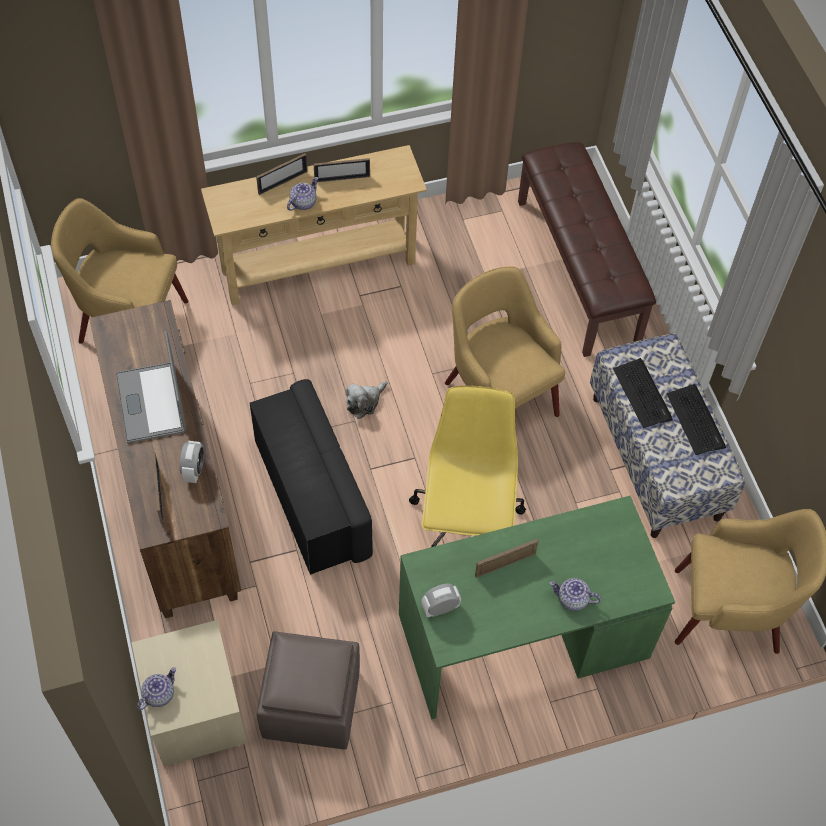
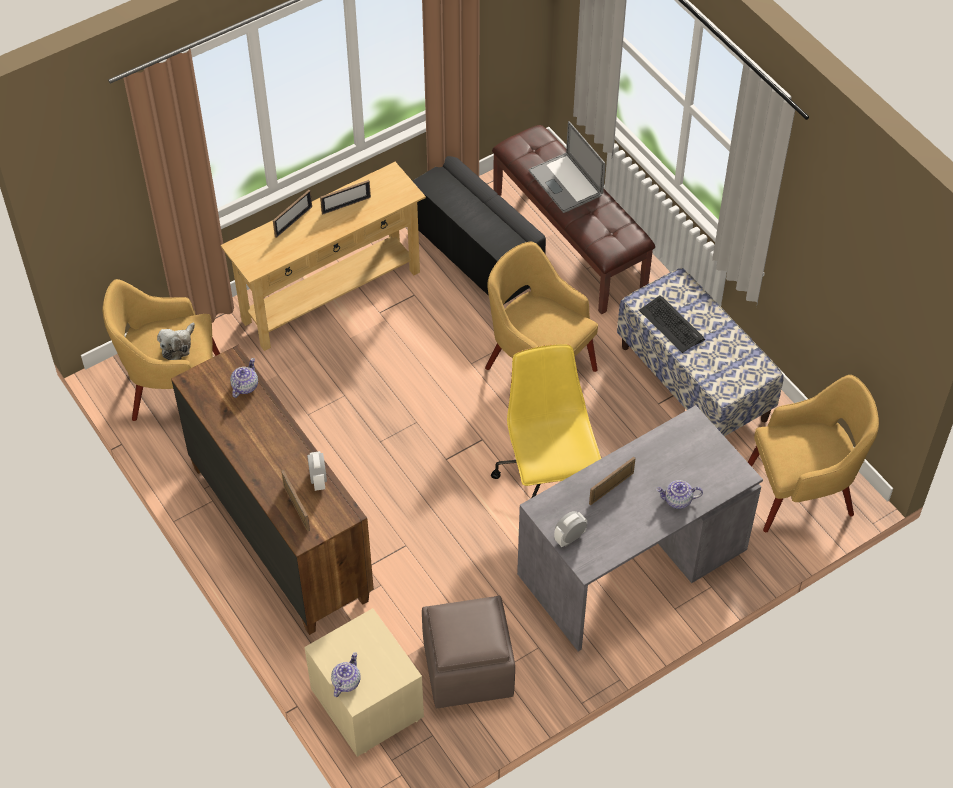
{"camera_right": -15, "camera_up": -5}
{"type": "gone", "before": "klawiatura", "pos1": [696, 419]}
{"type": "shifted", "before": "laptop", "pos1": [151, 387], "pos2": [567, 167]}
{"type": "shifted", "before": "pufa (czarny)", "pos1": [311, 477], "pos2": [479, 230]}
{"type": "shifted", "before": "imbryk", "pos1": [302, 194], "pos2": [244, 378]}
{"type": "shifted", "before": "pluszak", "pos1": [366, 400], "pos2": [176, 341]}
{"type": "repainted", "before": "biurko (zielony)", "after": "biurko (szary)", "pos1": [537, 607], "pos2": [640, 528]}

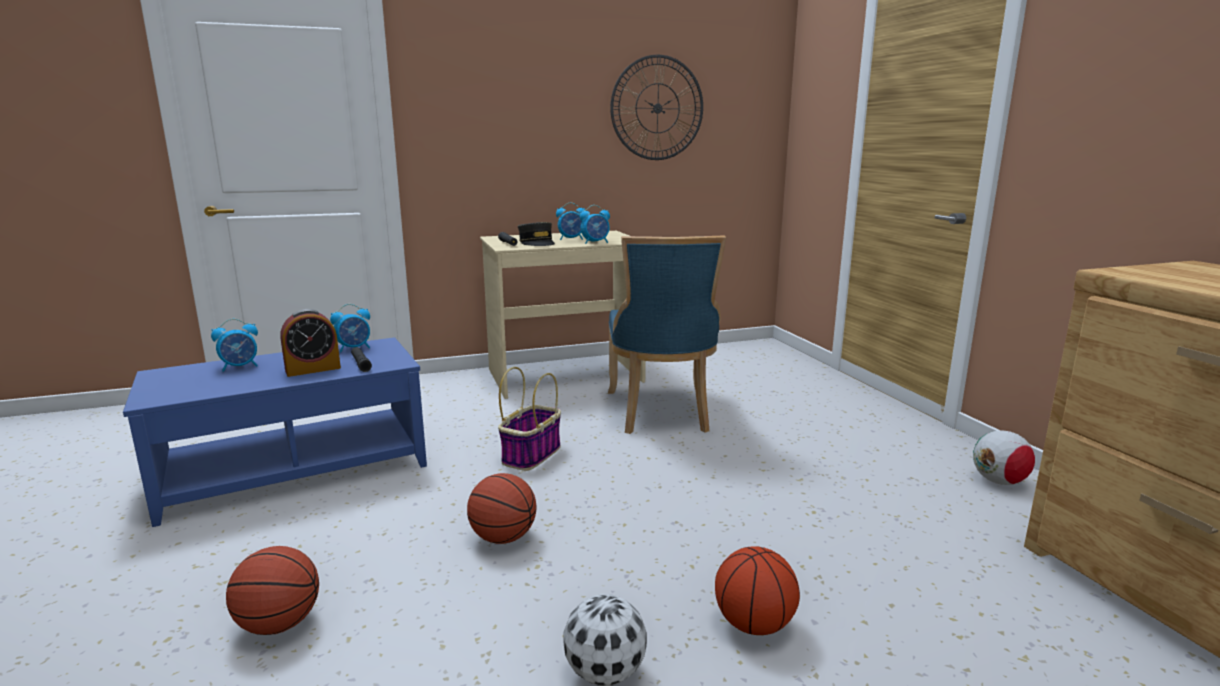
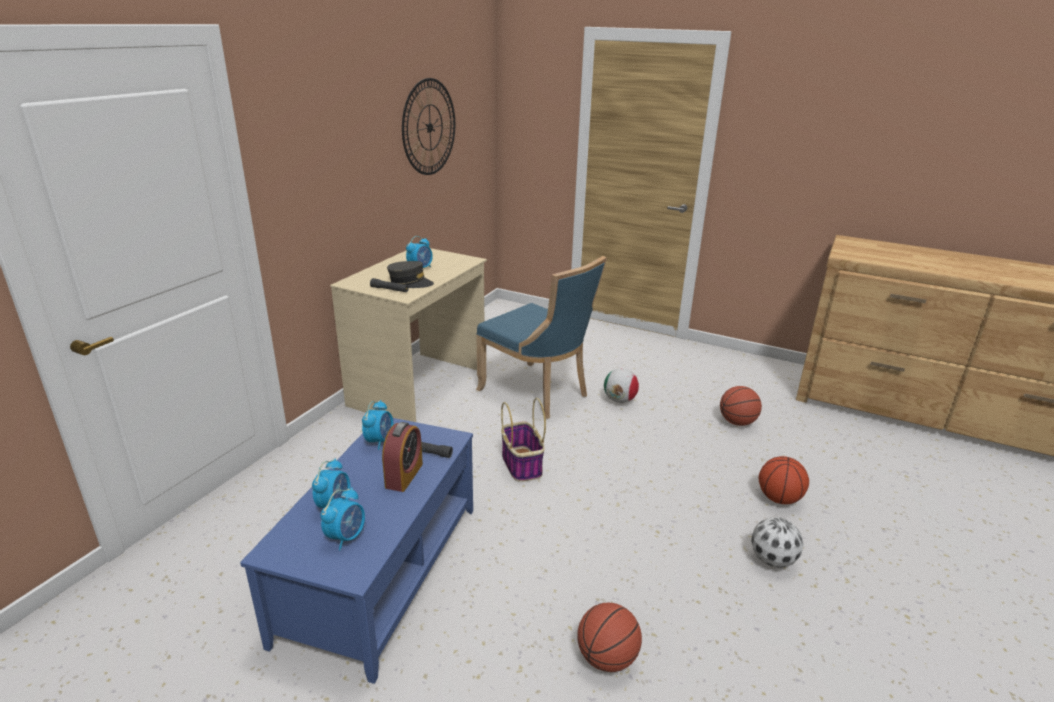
{"camera_right": -45, "camera_up": 10}
{"type": "shifted", "before": "piłka do koszykówki", "pos1": [502, 508], "pos2": [741, 406]}
{"type": "shifted", "before": "budzik", "pos1": [595, 224], "pos2": [342, 518]}
{"type": "shifted", "before": "piłka futbolowa", "pos1": [1004, 457], "pos2": [621, 385]}

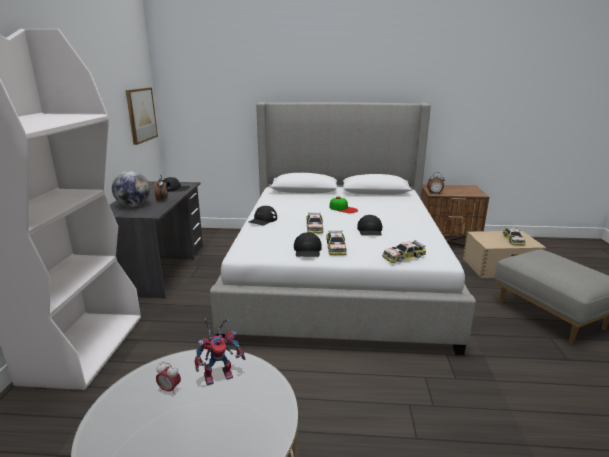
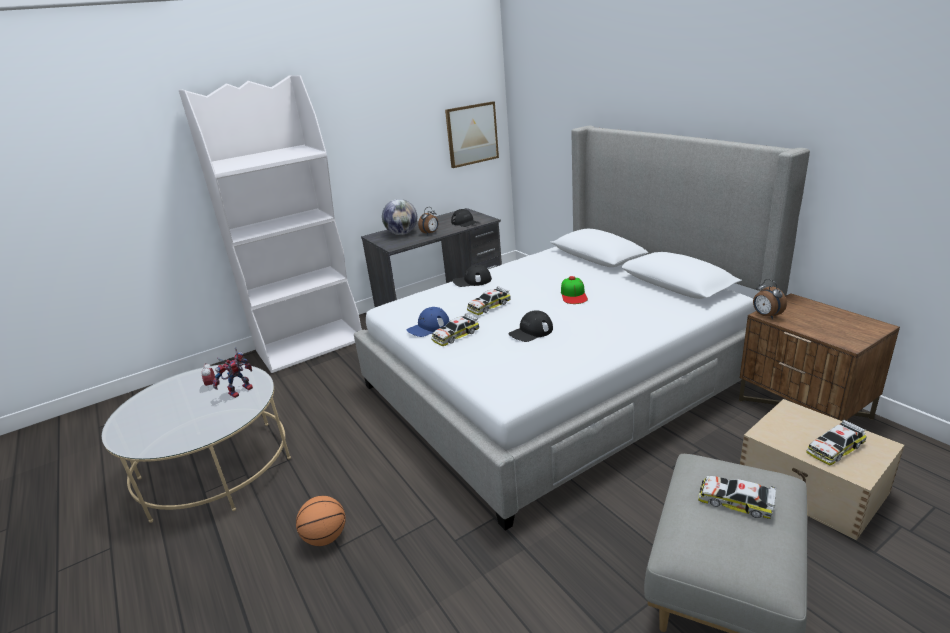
{"camera_right": 55, "camera_up": 5}
{"type": "new", "after": "piłka do koszykówki", "pos2": [321, 521]}
{"type": "shifted", "before": "samochodzik", "pos1": [404, 251], "pos2": [737, 497]}
{"type": "repainted", "before": "czapka z daszkiem (czarny)", "after": "czapka z daszkiem (niebieski)", "pos1": [308, 244], "pos2": [427, 322]}
{"type": "rotated", "before": "robot zabawkowy", "pos1": [220, 351], "pos2": [233, 373], "turn": 105}

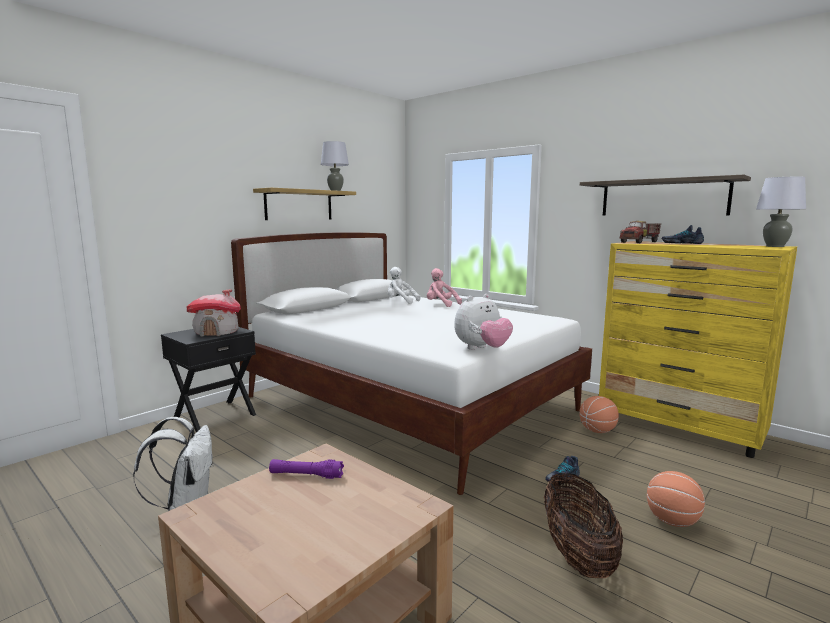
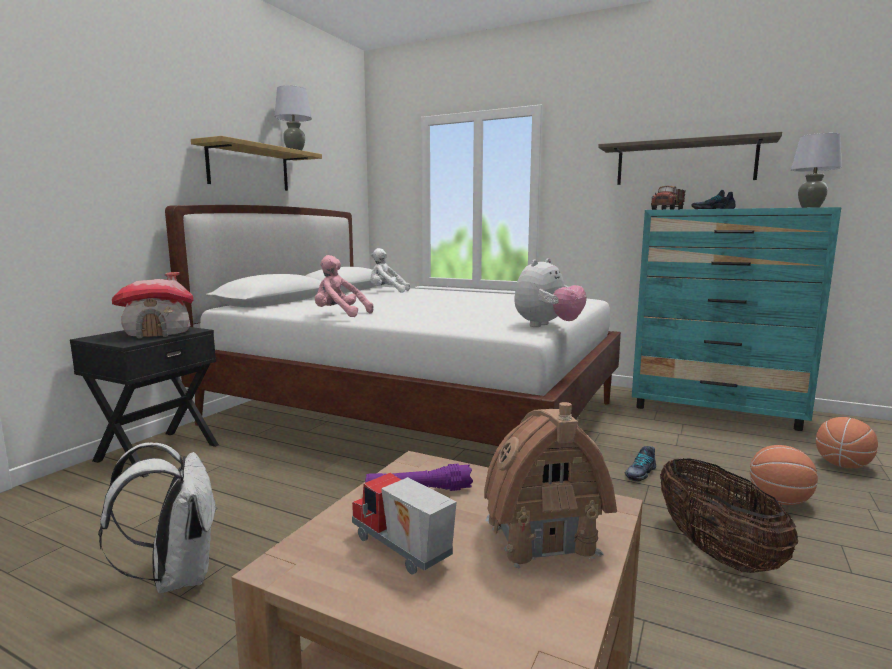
{"camera_right": -15, "camera_up": 0}
{"type": "new", "after": "ciężarówka zabawkowa", "pos2": [404, 524]}
{"type": "new", "after": "domek", "pos2": [550, 485]}
{"type": "shifted", "before": "pluszak (różowy)", "pos1": [444, 287], "pos2": [344, 286]}
{"type": "shifted", "before": "piłka do koszykówki", "pos1": [599, 414], "pos2": [847, 442]}
{"type": "repainted", "before": "komoda (żółty)", "after": "komoda (turkusowy)", "pos1": [698, 349], "pos2": [737, 319]}

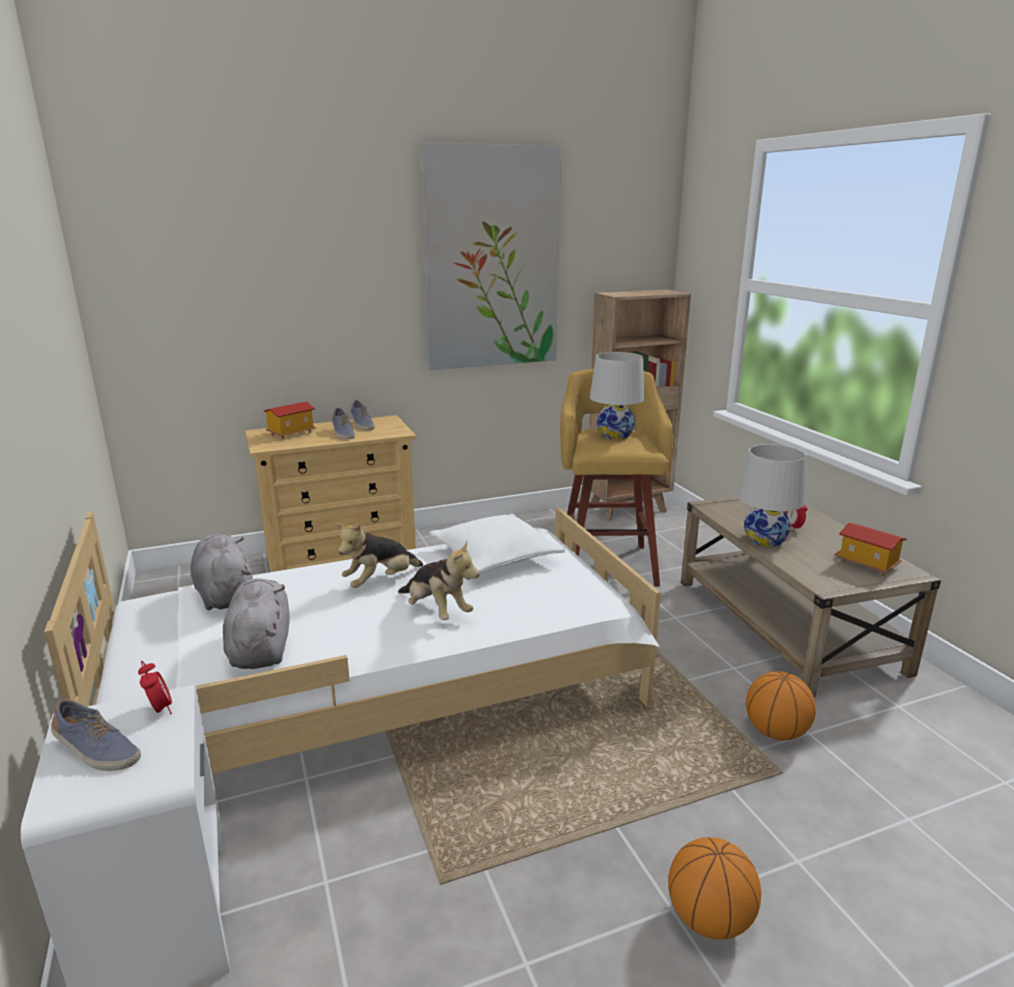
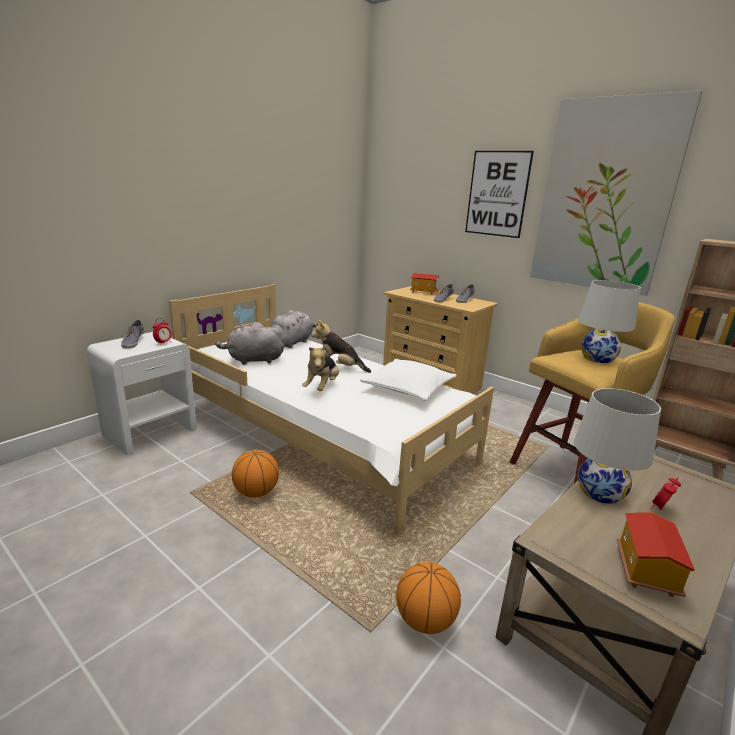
{"camera_right": 60, "camera_up": 0}
{"type": "new", "after": "obraz", "pos2": [499, 194]}
{"type": "shifted", "before": "piłka do koszykówki", "pos1": [714, 888], "pos2": [255, 474]}
{"type": "rotated", "before": "pluszak (szary)", "pos1": [256, 623], "pos2": [250, 343], "turn": -150}

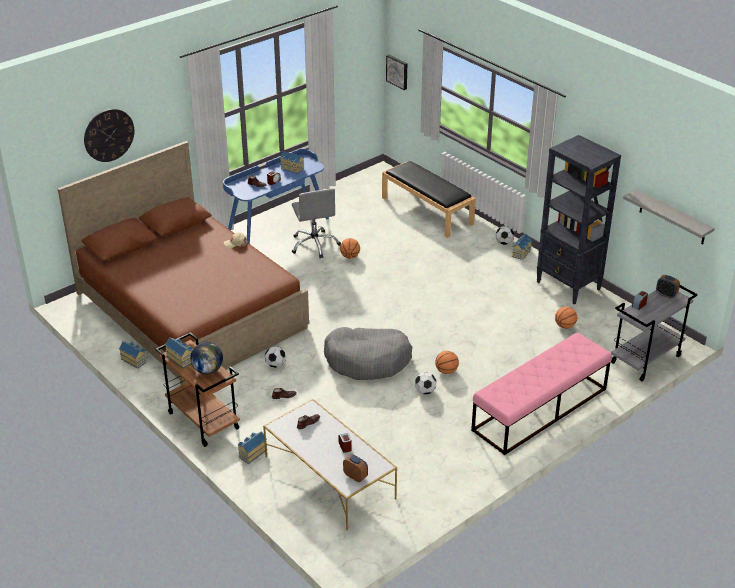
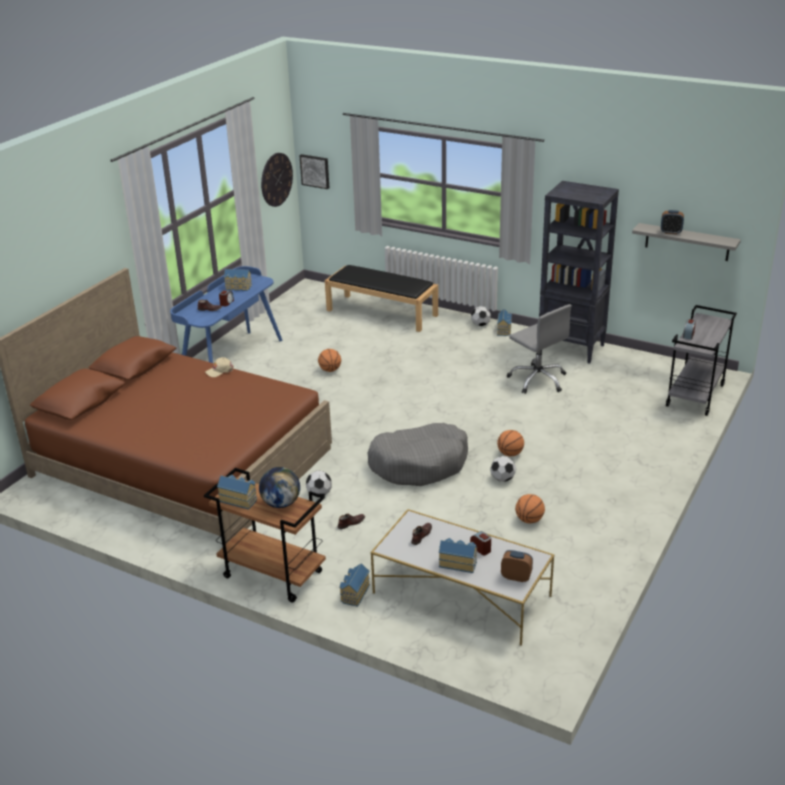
{"camera_right": -20, "camera_up": -5}
{"type": "gone", "before": "ławka (różowy)", "pos1": [541, 393]}
{"type": "shifted", "before": "zegar ścienny", "pos1": [109, 135], "pos2": [277, 180]}
{"type": "shifted", "before": "domek", "pos1": [133, 355], "pos2": [458, 555]}
{"type": "shifted", "before": "krzesło biurowe (szary)", "pos1": [316, 223], "pos2": [539, 349]}
{"type": "shifted", "before": "piłka do koszykówki", "pos1": [566, 318], "pos2": [530, 508]}
{"type": "shifted", "before": "budzik", "pos1": [668, 286], "pos2": [672, 222]}

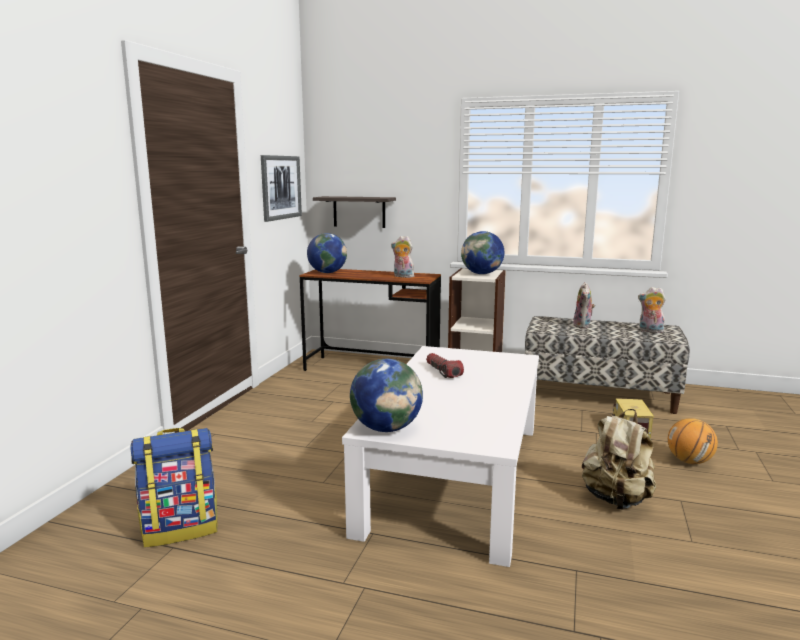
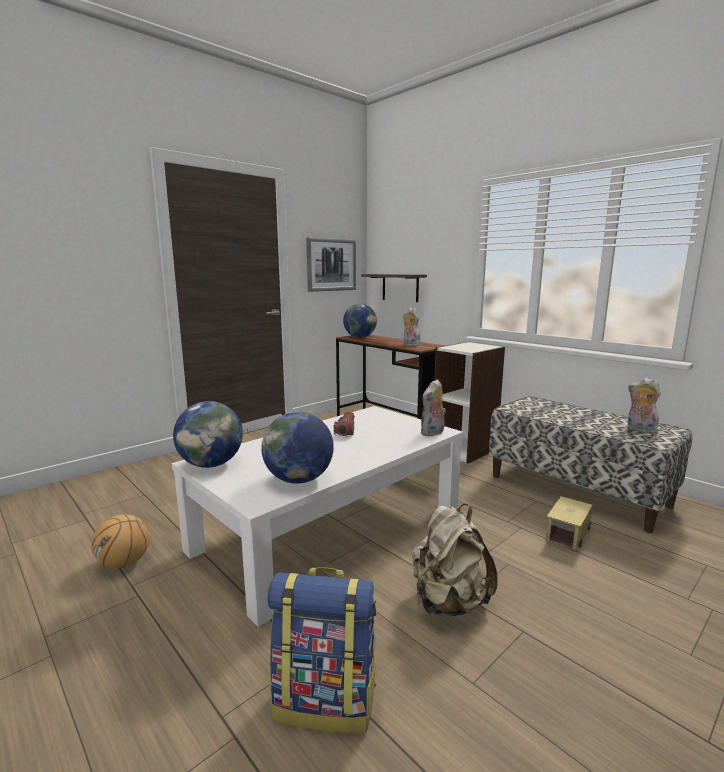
{"camera_right": 30, "camera_up": 0}
{"type": "shifted", "before": "plecak", "pos1": [173, 488], "pos2": [322, 650]}
{"type": "shifted", "before": "globus", "pos1": [482, 252], "pos2": [298, 448]}
{"type": "shifted", "before": "pluszak", "pos1": [584, 305], "pos2": [433, 408]}
{"type": "shifted", "before": "piłka do koszykówki", "pos1": [693, 441], "pos2": [120, 541]}

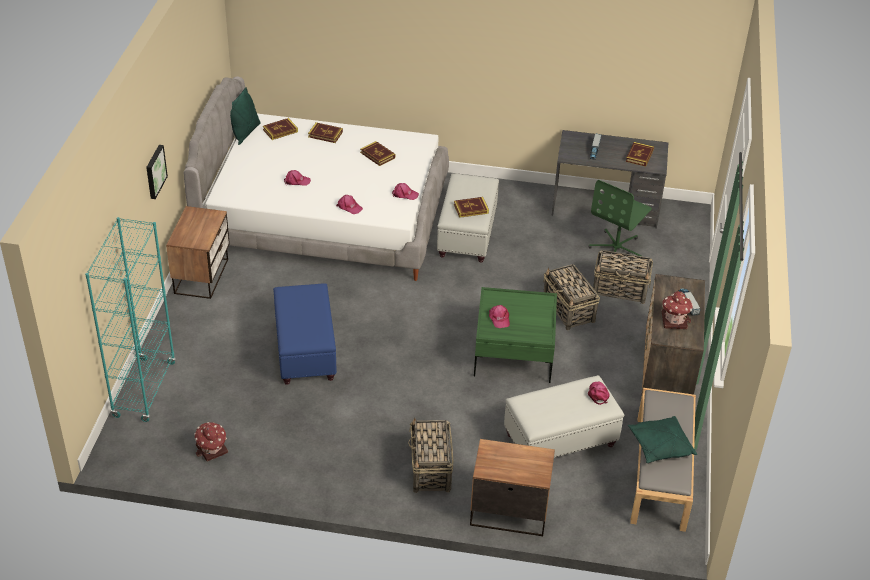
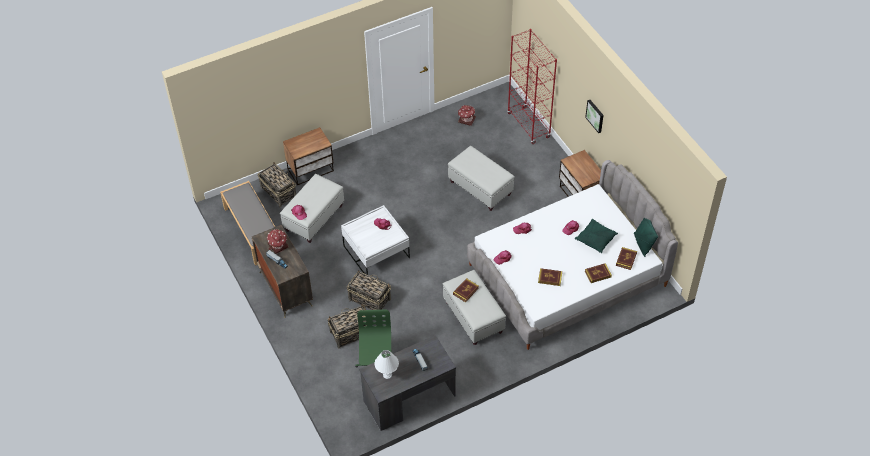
{"camera_right": 145, "camera_up": 10}
{"type": "shifted", "before": "koszyk", "pos1": [430, 455], "pos2": [277, 185]}
{"type": "shifted", "before": "poduszka (zielony)", "pos1": [662, 439], "pos2": [596, 236]}
{"type": "swapped", "before": "książka", "after": "lampa stołowa (biały)", "pos1": [640, 154], "pos2": [387, 364]}
{"type": "repainted", "before": "regał (turkusowy)", "after": "regał (czerwony)", "pos1": [130, 319], "pos2": [532, 86]}
{"type": "repainted", "before": "pufa (niebieski)", "after": "pufa (biały)", "pos1": [305, 334], "pos2": [481, 178]}
{"type": "repainted", "before": "ława (zielony)", "after": "ława (biały)", "pos1": [515, 335], "pos2": [375, 240]}

